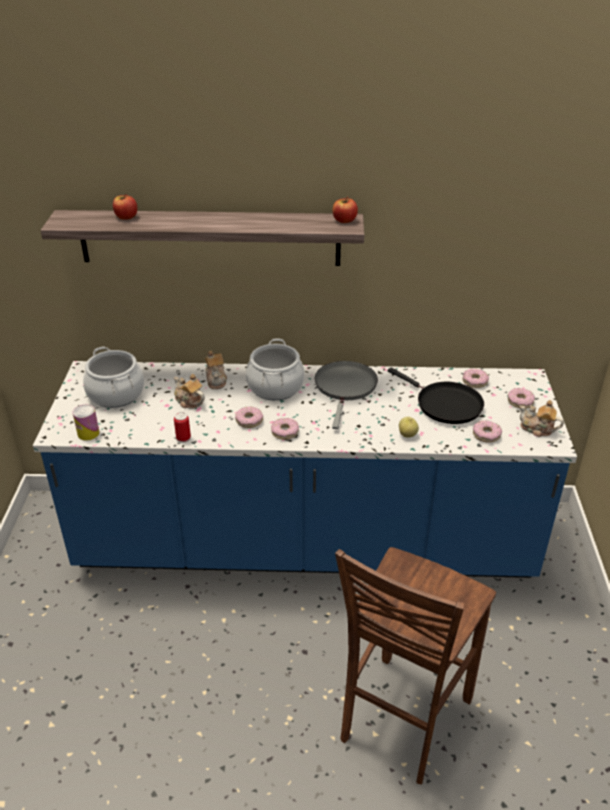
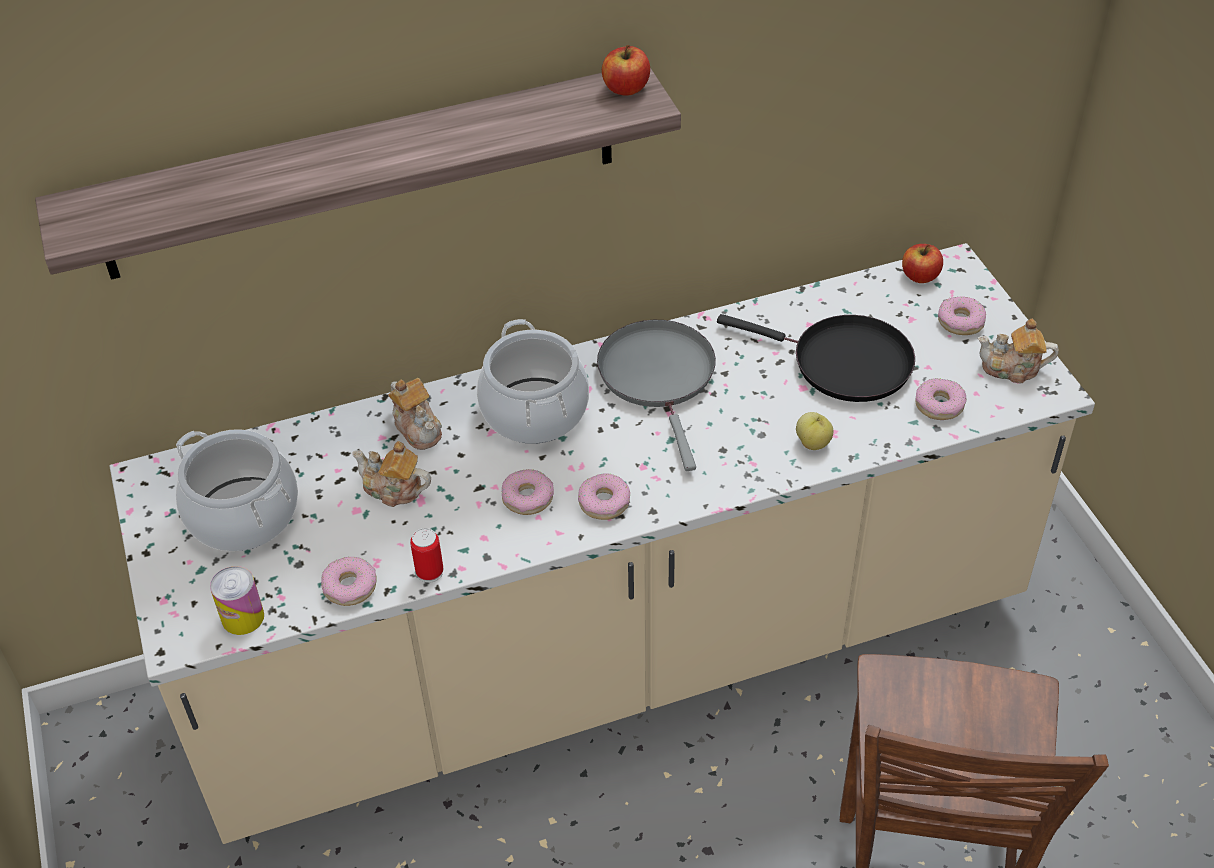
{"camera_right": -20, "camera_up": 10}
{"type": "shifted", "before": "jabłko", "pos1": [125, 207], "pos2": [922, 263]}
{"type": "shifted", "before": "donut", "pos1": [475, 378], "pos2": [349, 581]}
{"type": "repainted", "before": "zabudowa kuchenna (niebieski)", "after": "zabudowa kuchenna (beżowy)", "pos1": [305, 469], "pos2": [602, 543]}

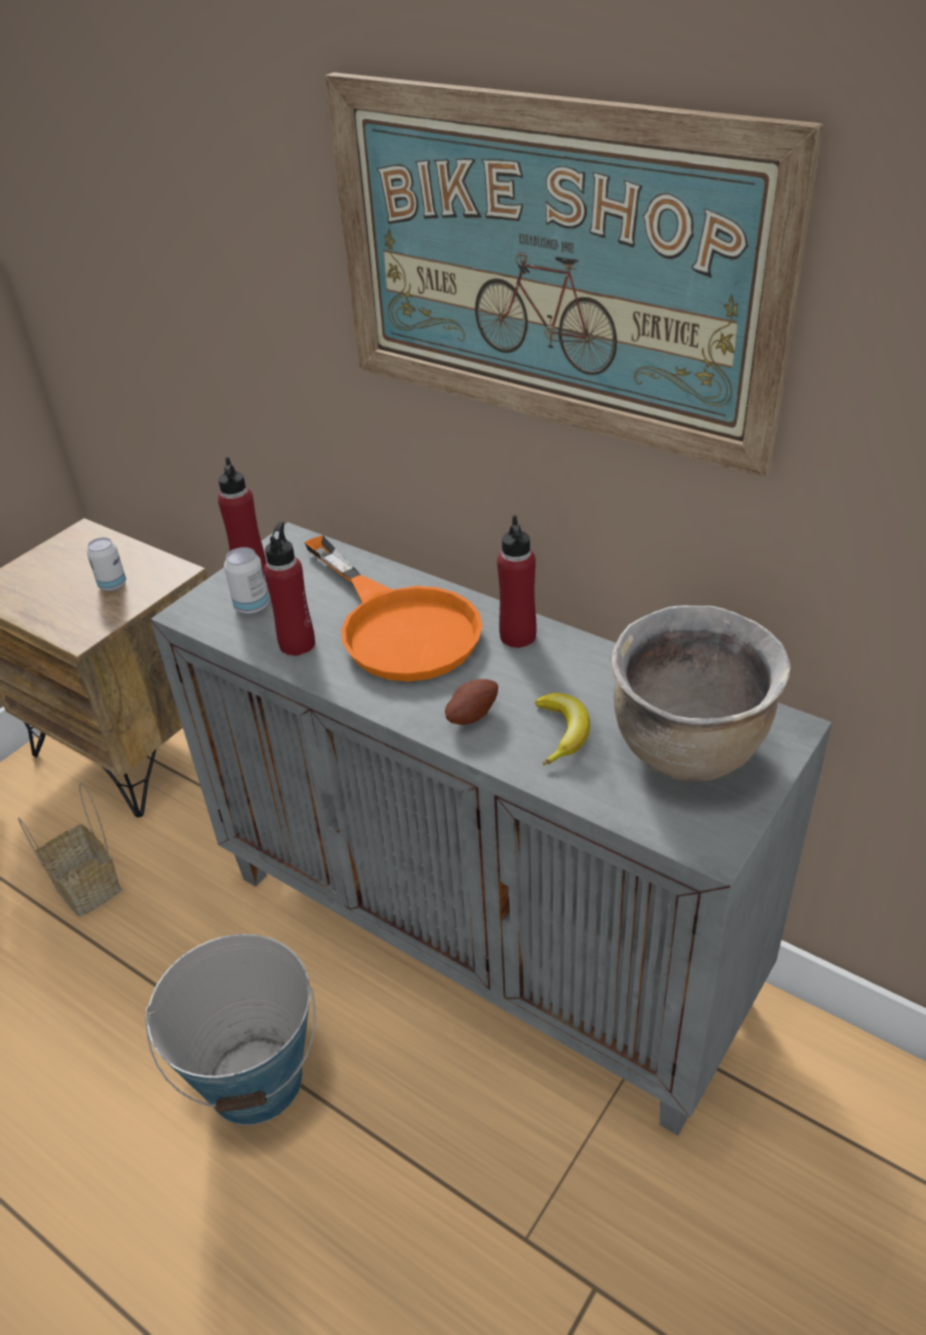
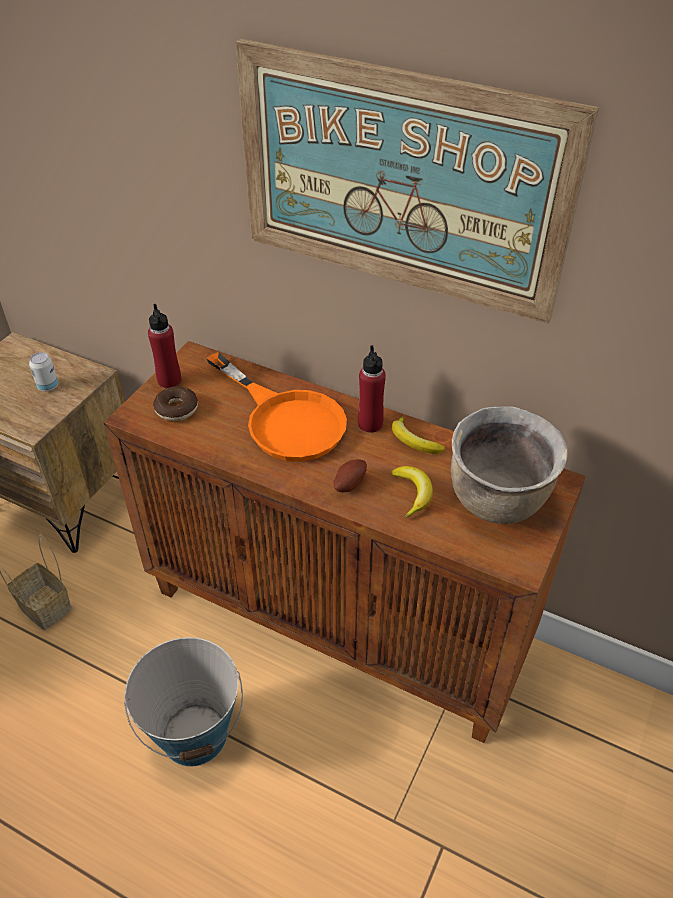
{"camera_right": -10, "camera_up": 5}
{"type": "gone", "before": "butelka (czerwony)", "pos1": [289, 589]}
{"type": "new", "after": "banan", "pos2": [418, 435]}
{"type": "swapped", "before": "puszka", "after": "donut", "pos1": [246, 580], "pos2": [175, 403]}
{"type": "repainted", "before": "szafka (szary)", "after": "szafka (brązowy)", "pos1": [491, 828], "pos2": [344, 542]}

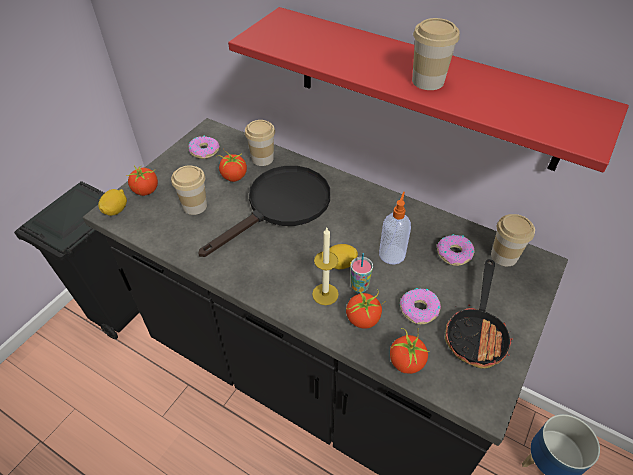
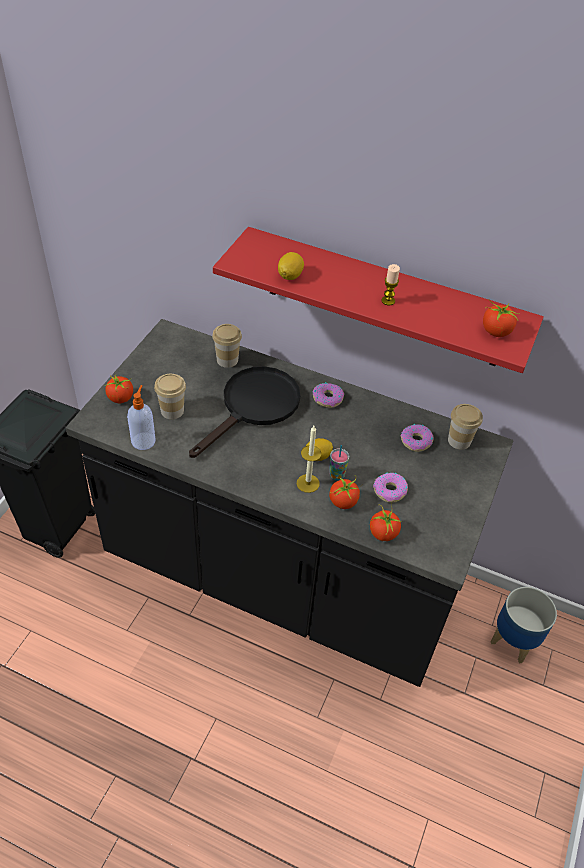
{"camera_right": -10, "camera_up": 0}
{"type": "gone", "before": "patelnia", "pos1": [479, 314]}
{"type": "shifted", "before": "cytryna", "pos1": [112, 202], "pos2": [291, 266]}
{"type": "shifted", "before": "donut", "pos1": [204, 147], "pos2": [328, 395]}
{"type": "shifted", "before": "pomidor", "pos1": [231, 165], "pos2": [501, 318]}
{"type": "shifted", "before": "dozownik mydła", "pos1": [395, 228], "pos2": [141, 417]}
{"type": "swapped", "before": "filiżanka", "after": "świeca", "pos1": [436, 54], "pos2": [390, 284]}

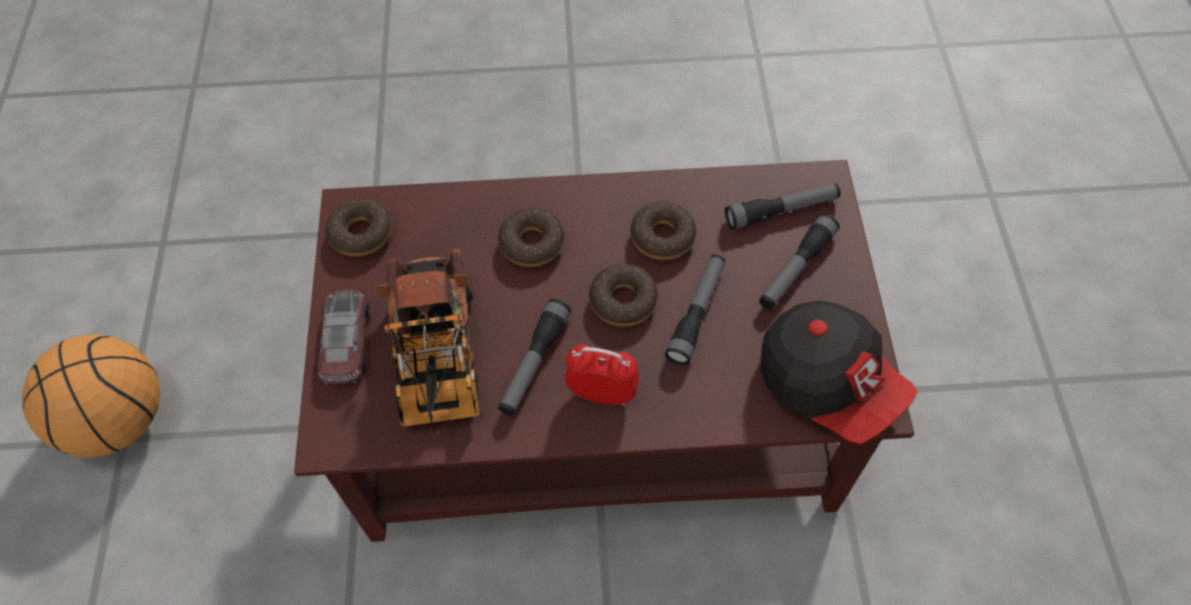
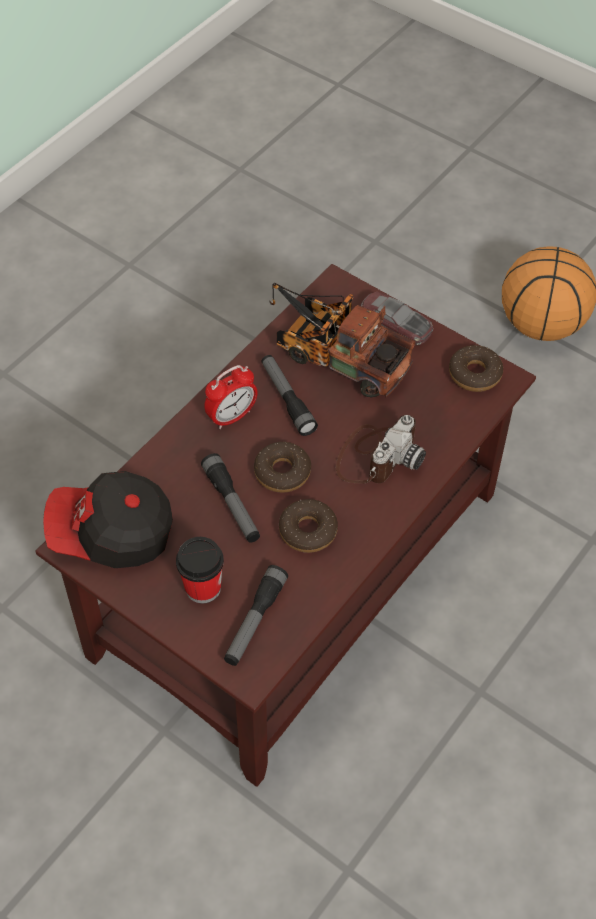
{"camera_right": 130, "camera_up": -5}
{"type": "swapped", "before": "donut", "after": "aparat fotograficzny", "pos1": [531, 237], "pos2": [381, 449]}
{"type": "swapped", "before": "latarka", "after": "filiżanka", "pos1": [799, 262], "pos2": [200, 570]}

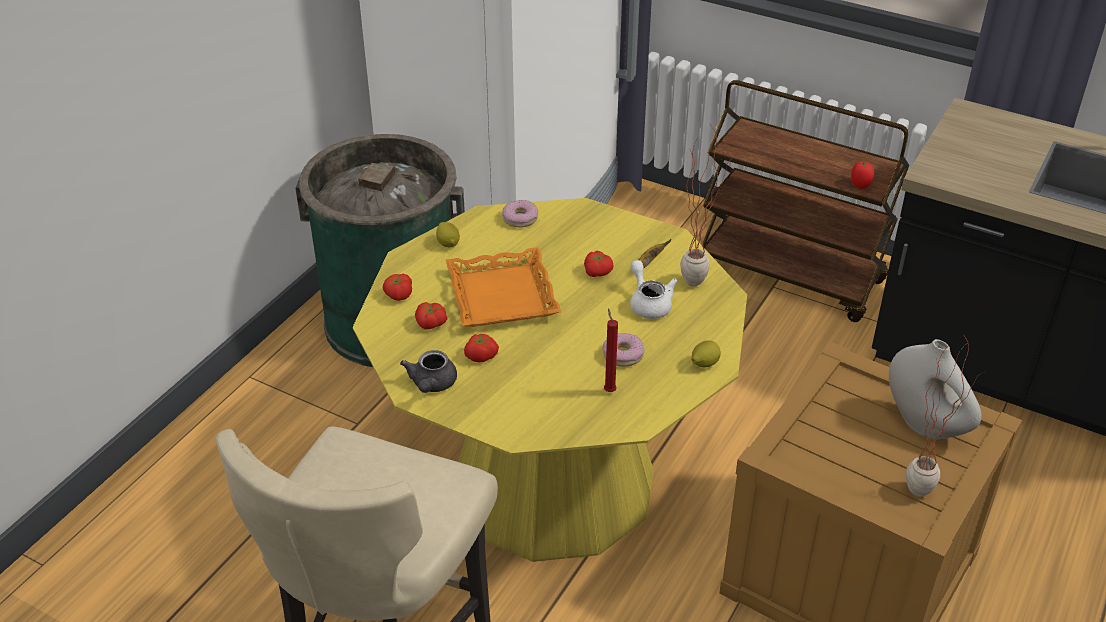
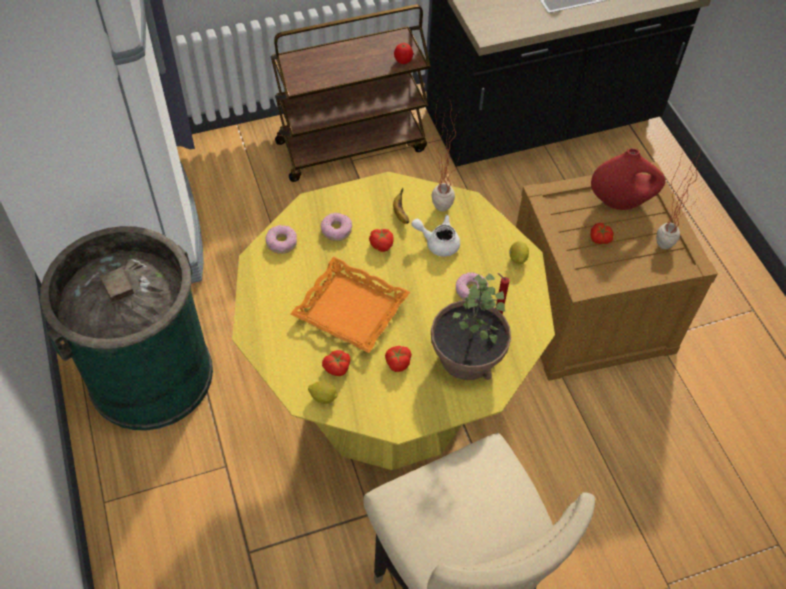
{"camera_right": -50, "camera_up": 15}
{"type": "gone", "before": "imbryk (szary)", "pos1": [428, 371]}
{"type": "new", "after": "donut", "pos2": [336, 227]}
{"type": "new", "after": "roślina doniczkowa", "pos2": [471, 326]}
{"type": "shifted", "before": "pomidor", "pos1": [397, 287], "pos2": [602, 233]}
{"type": "shifted", "before": "cytryna", "pos1": [448, 235], "pos2": [322, 392]}
{"type": "repainted", "before": "wazon (biały)", "after": "wazon (czerwony)", "pos1": [935, 389], "pos2": [628, 179]}

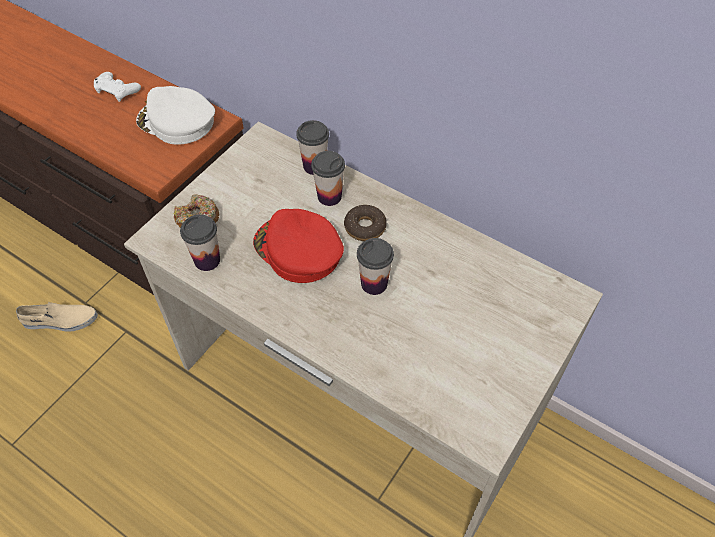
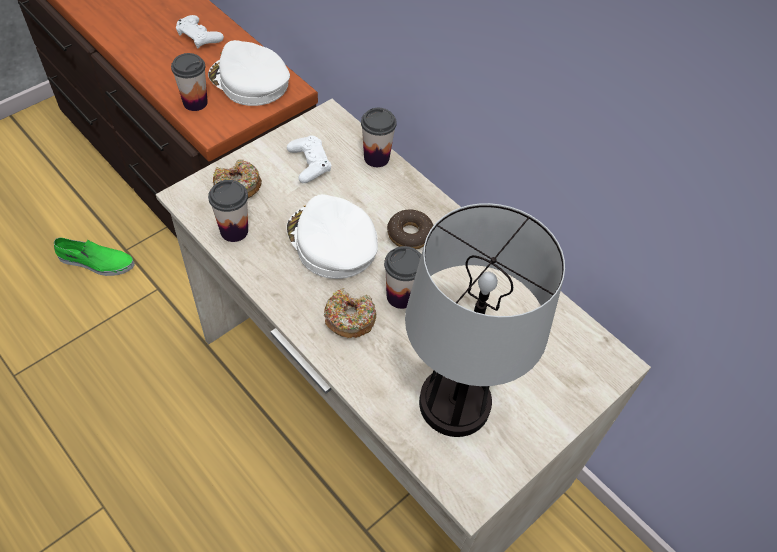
{"camera_right": 10, "camera_up": 0}
{"type": "new", "after": "pad do gier (biały)", "pos2": [309, 159]}
{"type": "new", "after": "donut", "pos2": [350, 313]}
{"type": "new", "after": "lampa stołowa", "pos2": [485, 320]}
{"type": "shifted", "before": "filiżanka", "pos1": [328, 178], "pos2": [189, 82]}
{"type": "repainted", "before": "but (beżowy)", "after": "but (zielony)", "pos1": [57, 317], "pos2": [94, 257]}
{"type": "repainted", "before": "czapka z daszkiem (czerwony)", "after": "czapka z daszkiem (biały)", "pos1": [298, 246], "pos2": [332, 236]}

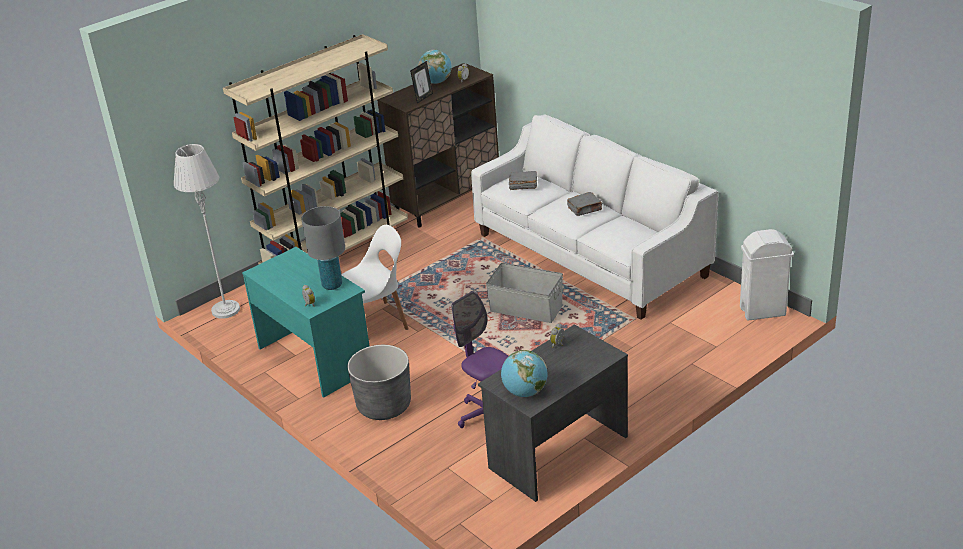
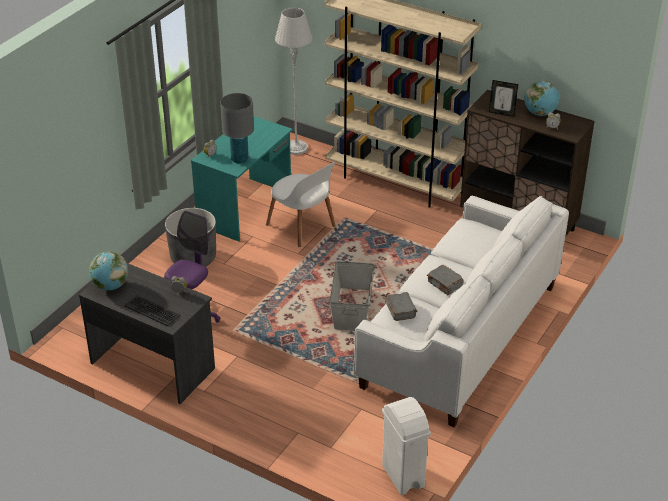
{"camera_right": 70, "camera_up": 5}
{"type": "new", "after": "klawiatura", "pos2": [152, 310]}
{"type": "shifted", "before": "książka (szary)", "pos1": [523, 180], "pos2": [401, 306]}

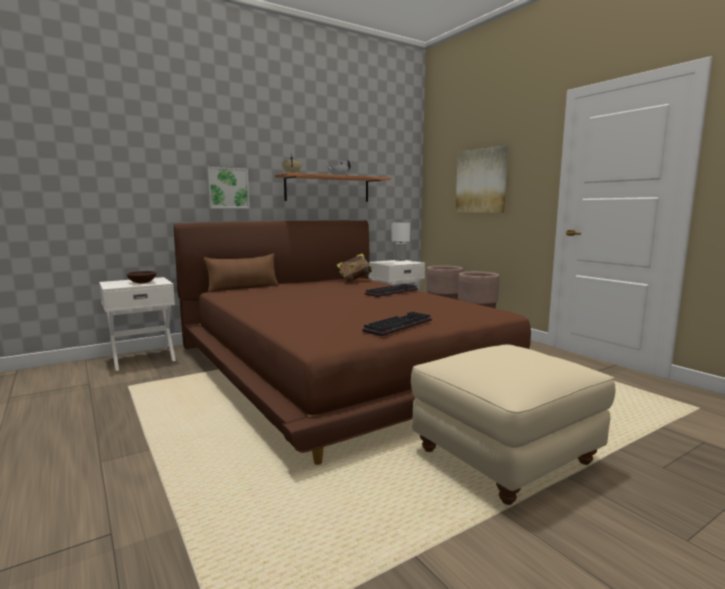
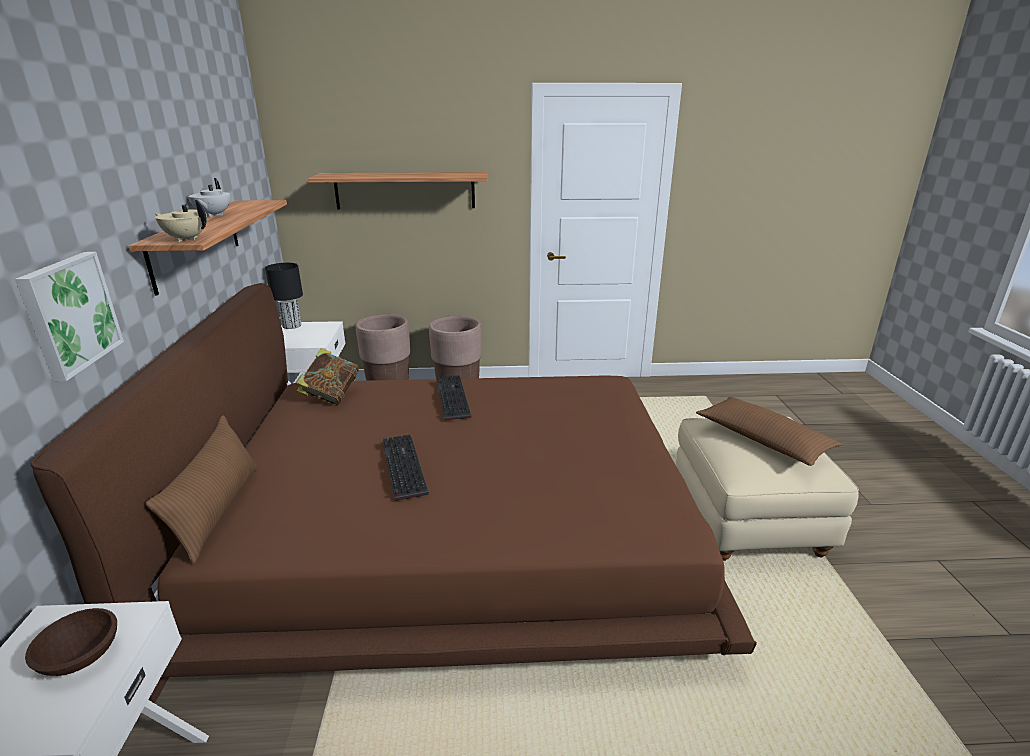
{"camera_right": -60, "camera_up": 15}
{"type": "new", "after": "poduszka (brązowy)", "pos2": [769, 431]}
{"type": "shifted", "before": "klawiatura", "pos1": [397, 324], "pos2": [406, 468]}
{"type": "swapped", "before": "obraz", "after": "półka", "pos1": [482, 179], "pos2": [397, 190]}
{"type": "repainted", "before": "lampa stołowa (biały)", "after": "lampa stołowa (czarny)", "pos1": [400, 242], "pos2": [284, 296]}

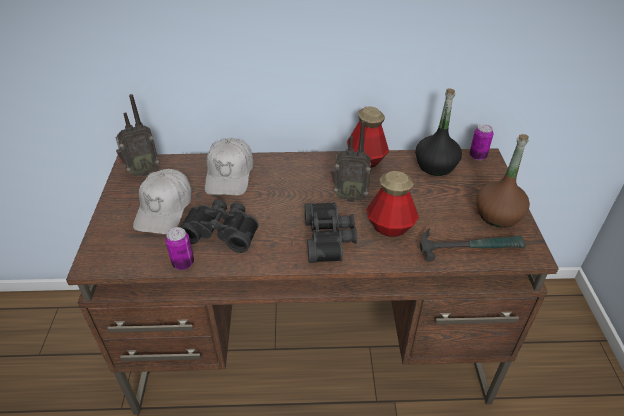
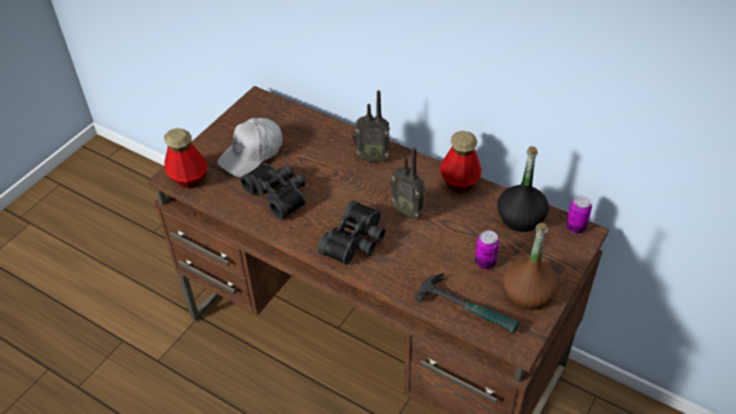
{"camera_right": 35, "camera_up": 5}
{"type": "gone", "before": "czapka z daszkiem (biały)", "pos1": [229, 167]}
{"type": "shifted", "before": "radio", "pos1": [137, 135], "pos2": [371, 126]}
{"type": "shifted", "before": "puszka", "pos1": [179, 248], "pos2": [487, 249]}
{"type": "shifted", "before": "butelka", "pos1": [392, 204], "pos2": [185, 158]}

